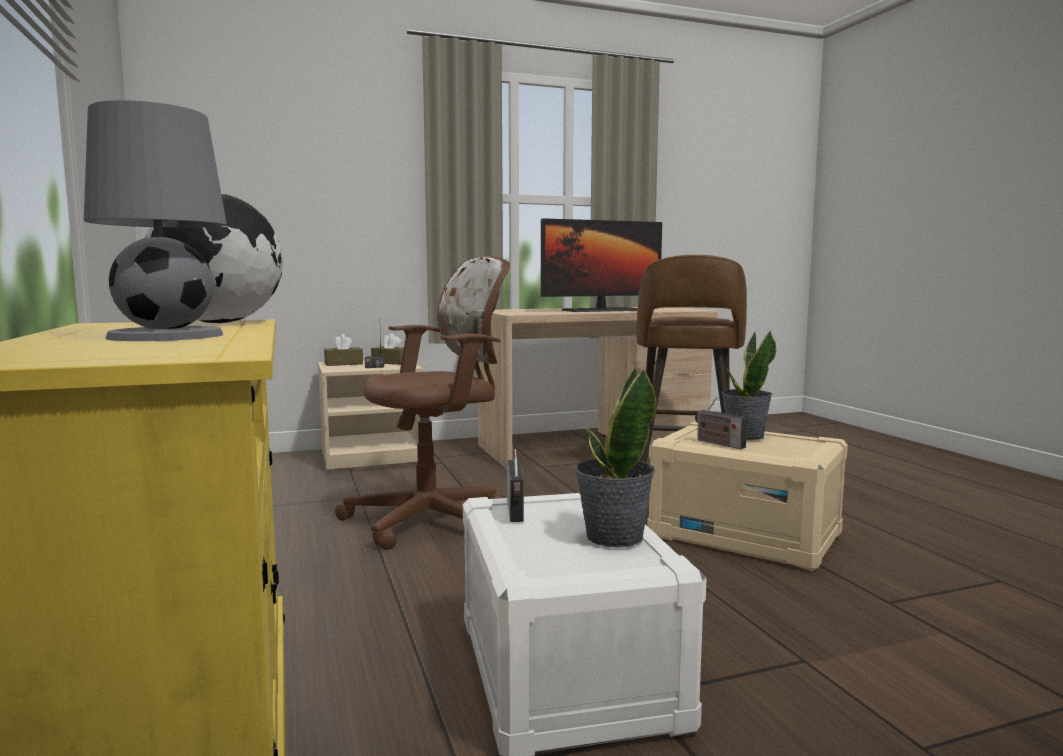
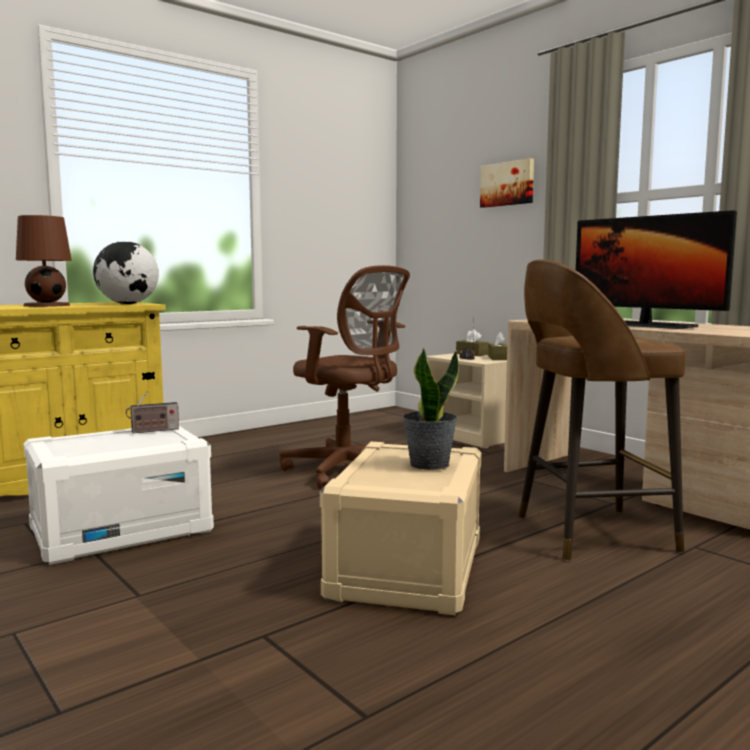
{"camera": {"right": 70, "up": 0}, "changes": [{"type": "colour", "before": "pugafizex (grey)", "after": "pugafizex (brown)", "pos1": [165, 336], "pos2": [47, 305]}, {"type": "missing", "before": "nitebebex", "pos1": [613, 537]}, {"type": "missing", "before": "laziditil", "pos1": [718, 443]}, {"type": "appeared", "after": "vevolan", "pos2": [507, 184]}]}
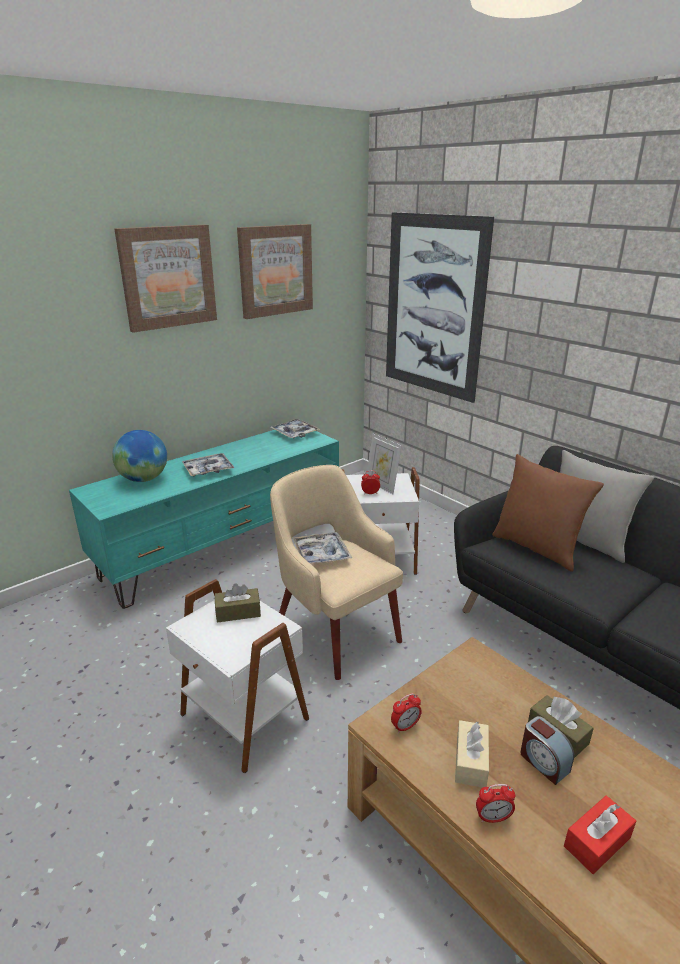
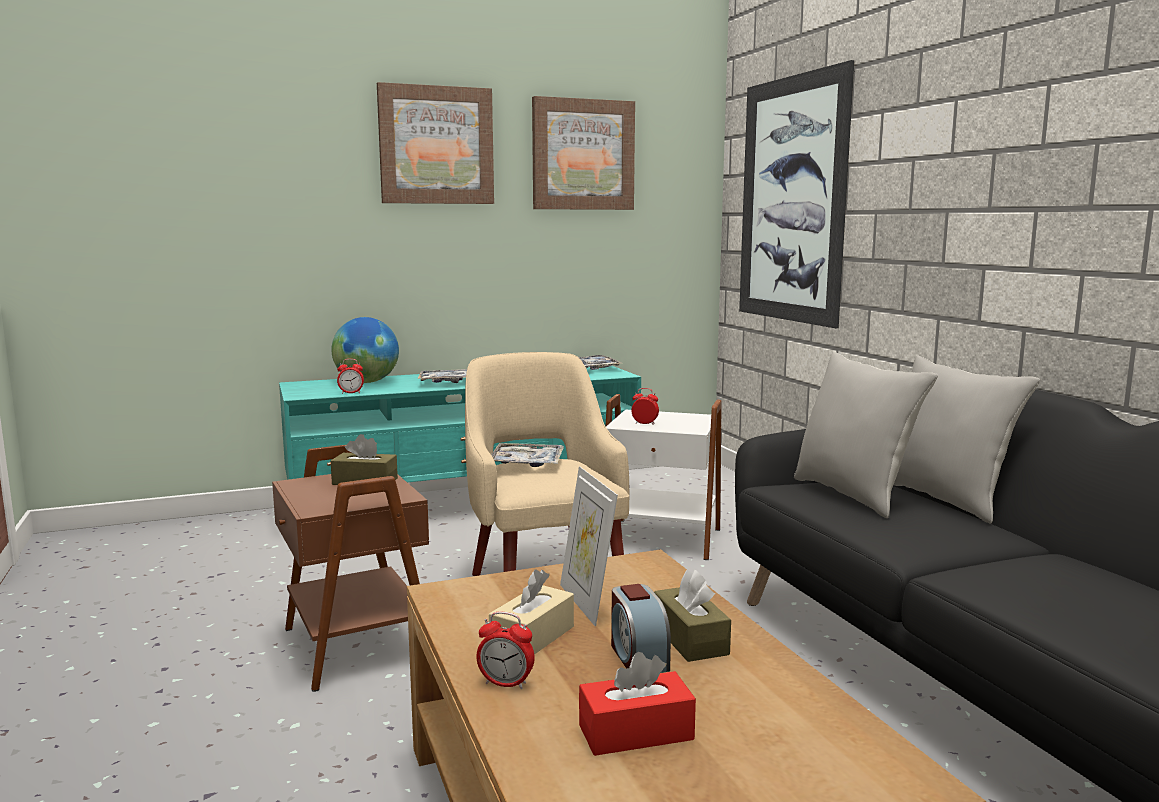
{"camera": {"right": 20, "up": -15}, "changes": [{"type": "colour", "before": "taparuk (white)", "after": "taparuk (brown)", "pos1": [242, 718], "pos2": [354, 646]}, {"type": "relocated", "before": "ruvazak", "pos1": [382, 486], "pos2": [586, 603]}, {"type": "relocated", "before": "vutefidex", "pos1": [405, 726], "pos2": [351, 393]}, {"type": "colour", "before": "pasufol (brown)", "after": "pasufol (grey)", "pos1": [537, 548], "pos2": [853, 495]}]}
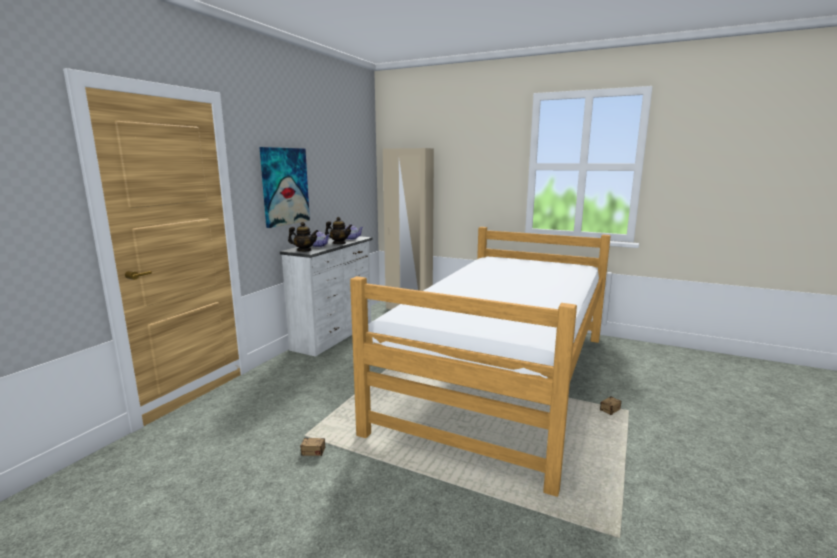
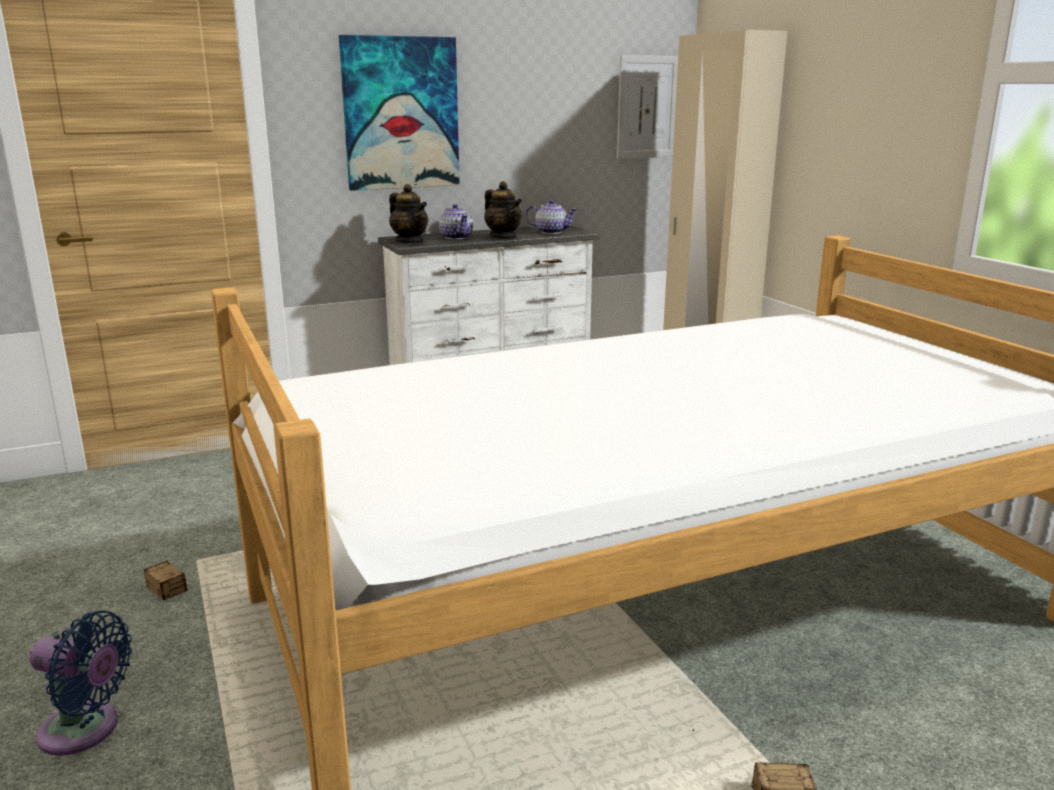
{"camera": {"right": 40, "up": 5}, "changes": [{"type": "appeared", "after": "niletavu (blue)", "pos2": [85, 731]}, {"type": "appeared", "after": "vevolan", "pos2": [647, 107]}]}
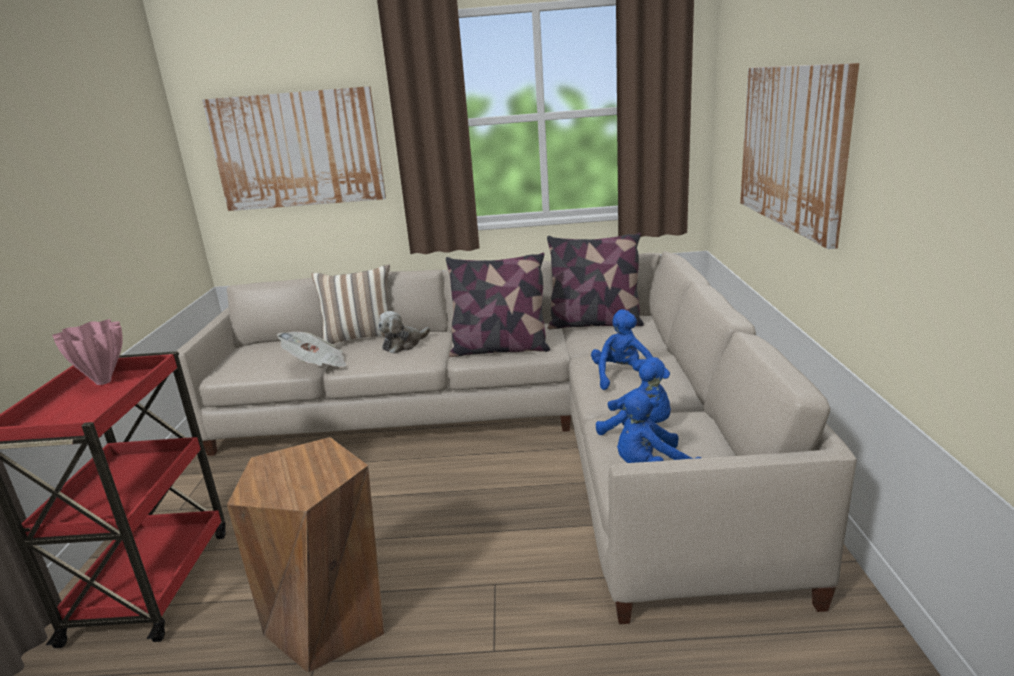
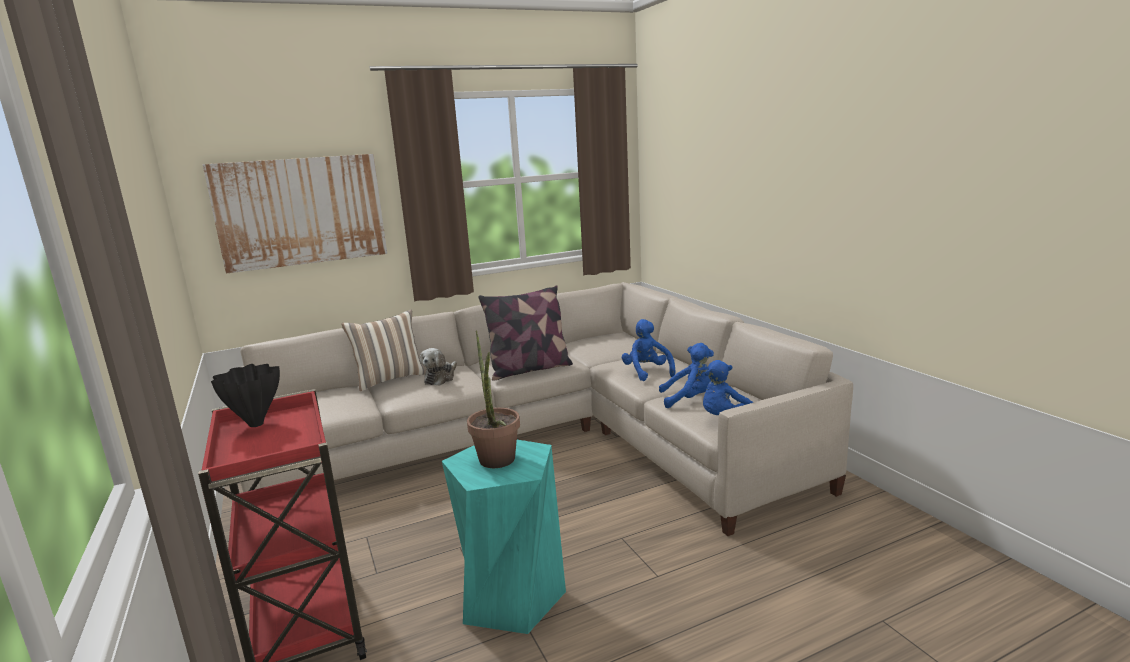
{"camera": {"right": -25, "up": -5}, "changes": [{"type": "colour", "before": "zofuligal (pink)", "after": "zofuligal (black)", "pos1": [104, 381], "pos2": [256, 424]}, {"type": "colour", "before": "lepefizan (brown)", "after": "lepefizan (turquoise)", "pos1": [330, 619], "pos2": [511, 596]}, {"type": "missing", "before": "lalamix", "pos1": [317, 365]}, {"type": "missing", "before": "pasufol", "pos1": [595, 323]}, {"type": "missing", "before": "vevolan", "pos1": [791, 147]}, {"type": "appeared", "after": "nitebebex", "pos2": [497, 463]}]}
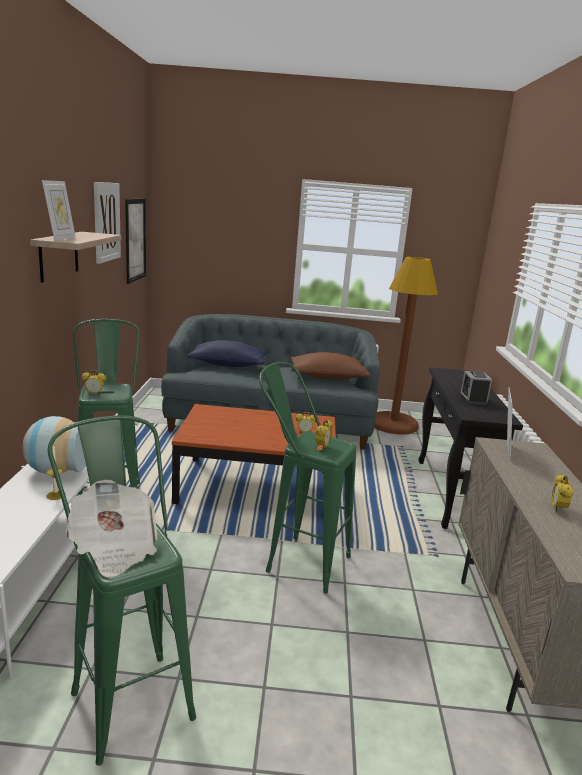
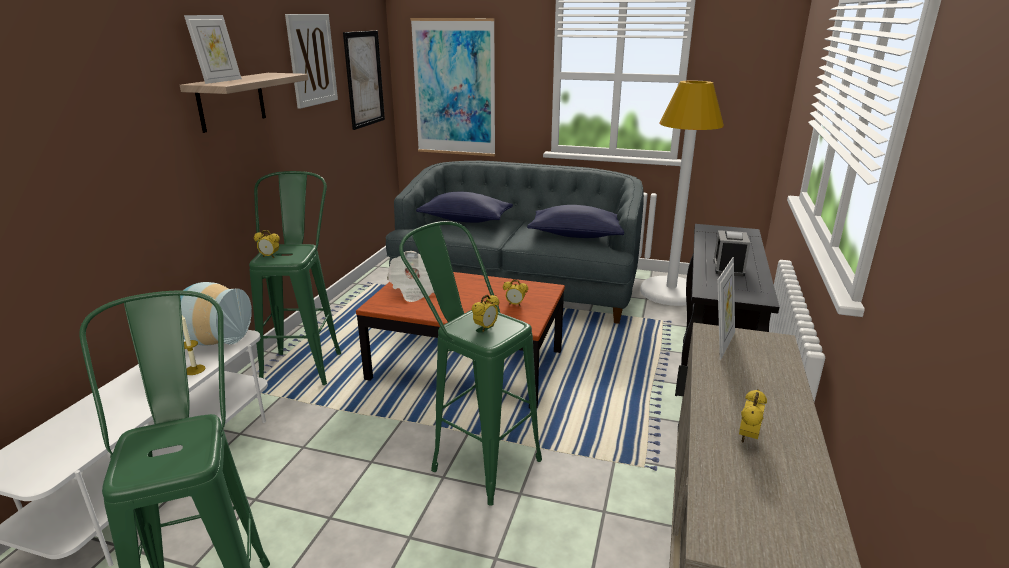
{"camera": {"right": 15, "up": 5}, "changes": [{"type": "relocated", "before": "lalamix", "pos1": [114, 547], "pos2": [414, 290]}, {"type": "colour", "before": "pasufol (brown)", "after": "pasufol (blue)", "pos1": [328, 377], "pos2": [577, 235]}, {"type": "colour", "before": "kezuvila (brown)", "after": "kezuvila (white)", "pos1": [393, 424], "pos2": [670, 292]}, {"type": "appeared", "after": "vevolan", "pos2": [454, 88]}]}
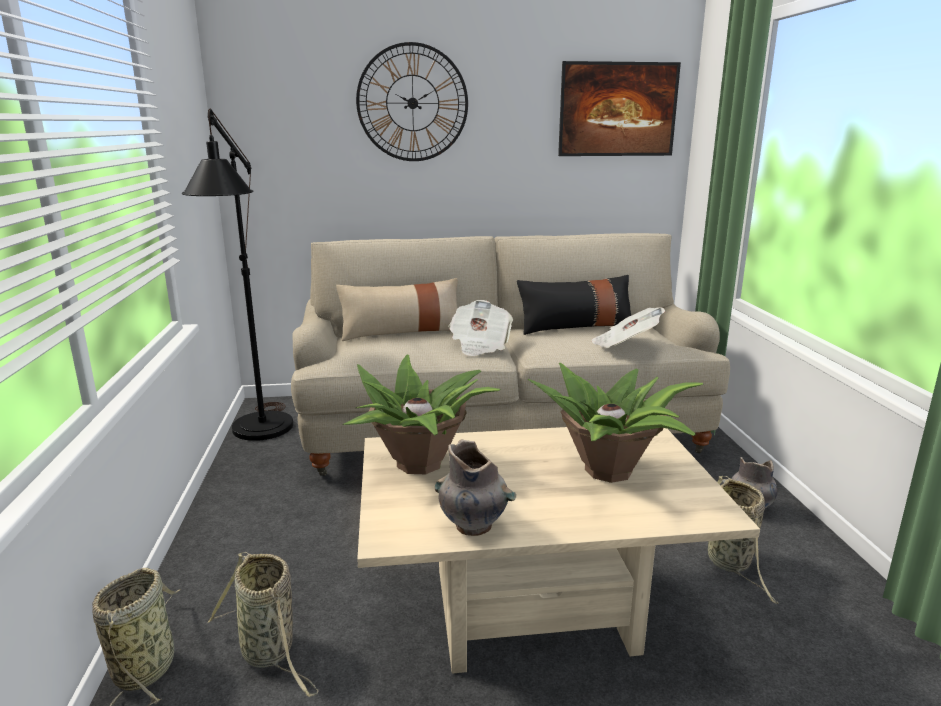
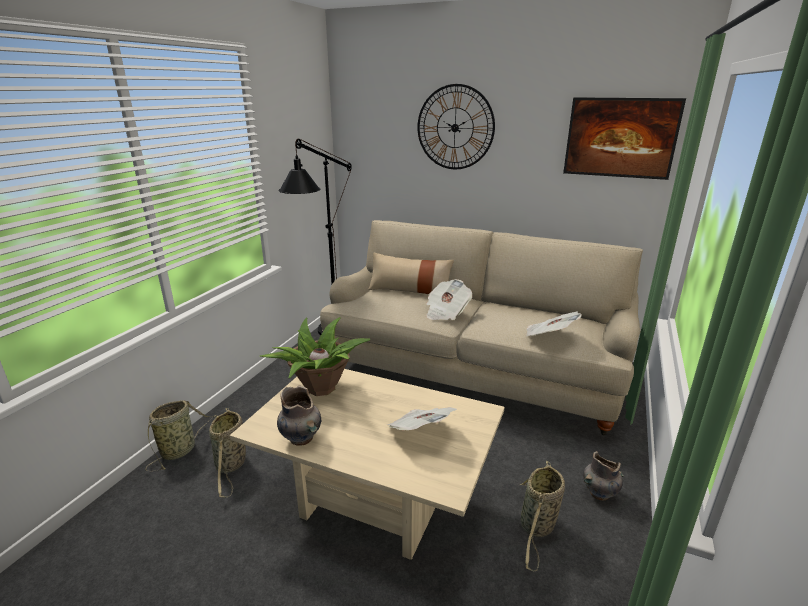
{"camera": {"right": 30, "up": 5}, "changes": [{"type": "missing", "before": "pasufol (black)", "pos1": [575, 327]}, {"type": "exchanged", "before": "nitebebex", "after": "lalamix", "pos1": [610, 471], "pos2": [420, 432]}]}
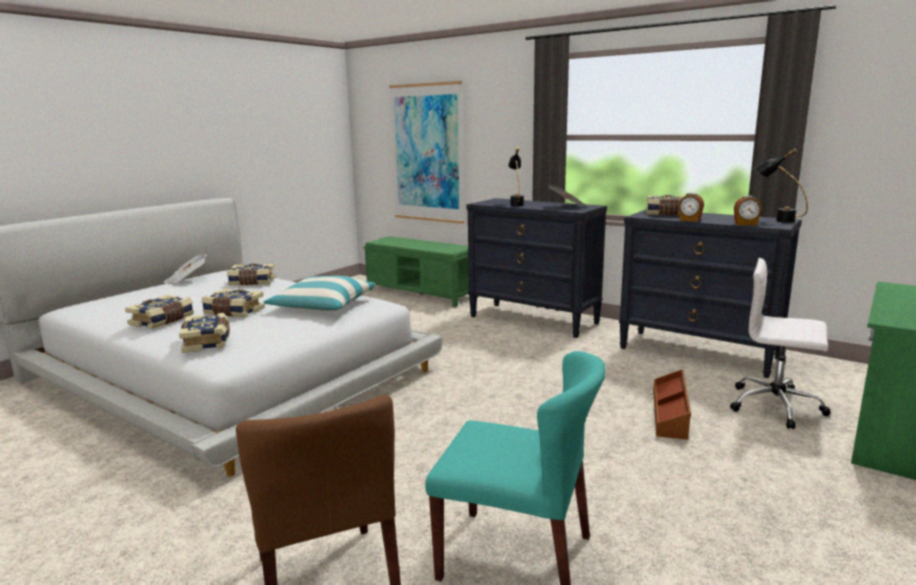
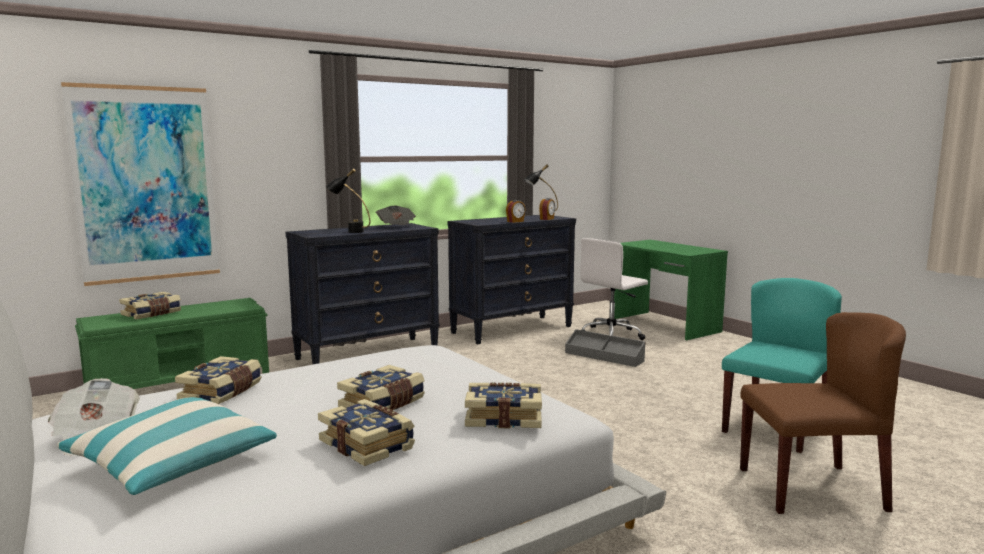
{"camera": {"right": -70, "up": -5}, "changes": [{"type": "relocated", "before": "pasufol", "pos1": [323, 305], "pos2": [173, 462]}, {"type": "relocated", "before": "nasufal", "pos1": [667, 214], "pos2": [152, 314]}, {"type": "colour", "before": "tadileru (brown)", "after": "tadileru (grey)", "pos1": [670, 413], "pos2": [604, 356]}]}
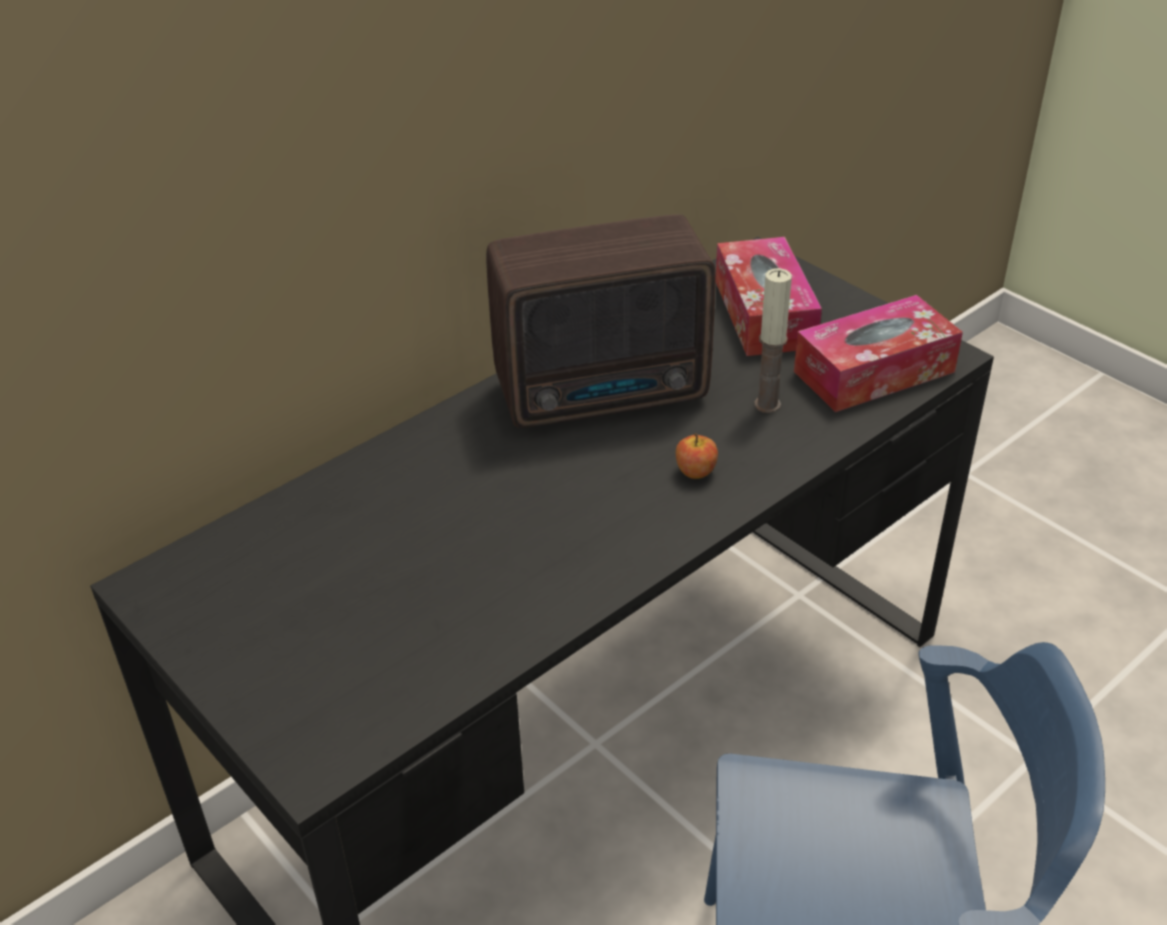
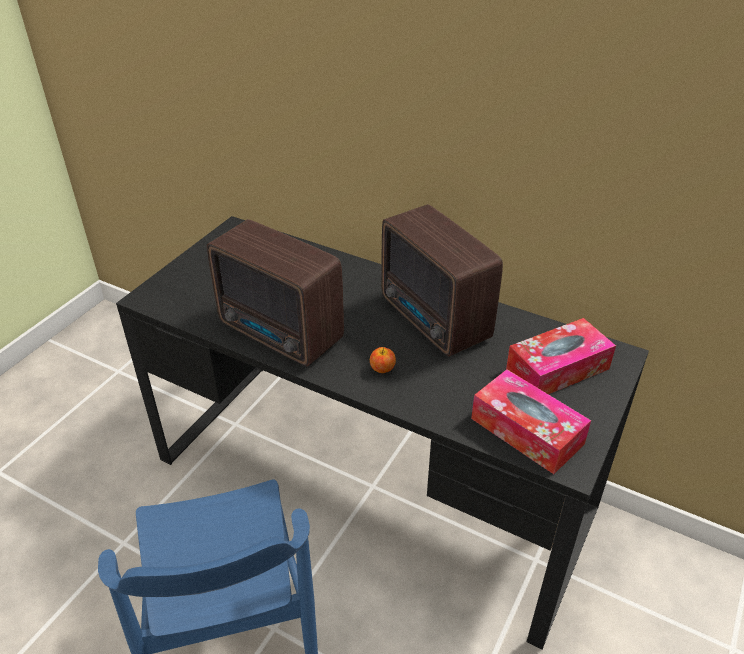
{"camera": {"right": 70, "up": 0}, "changes": [{"type": "missing", "before": "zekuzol", "pos1": [767, 404]}, {"type": "appeared", "after": "laziditil", "pos2": [281, 334]}]}
